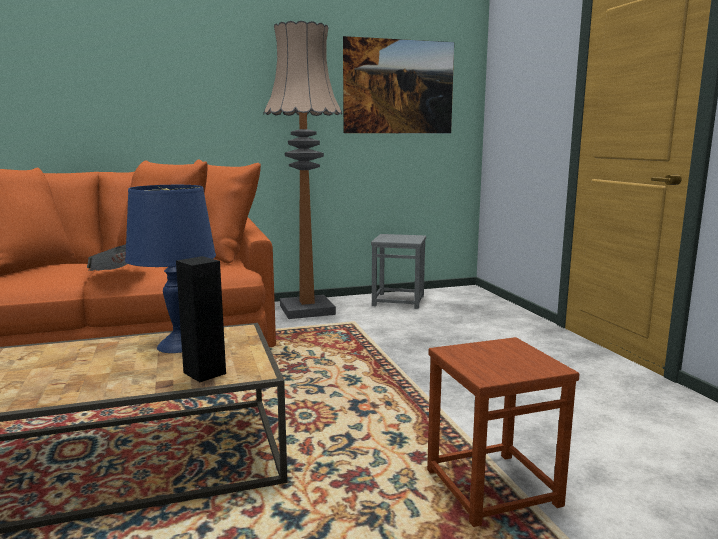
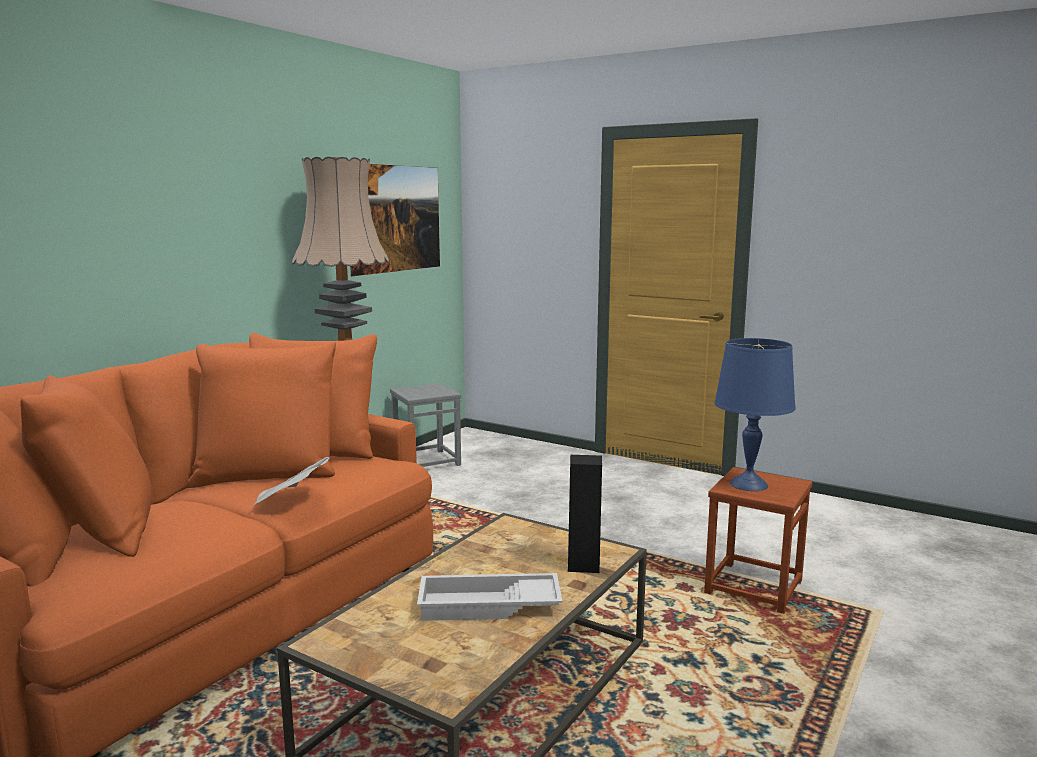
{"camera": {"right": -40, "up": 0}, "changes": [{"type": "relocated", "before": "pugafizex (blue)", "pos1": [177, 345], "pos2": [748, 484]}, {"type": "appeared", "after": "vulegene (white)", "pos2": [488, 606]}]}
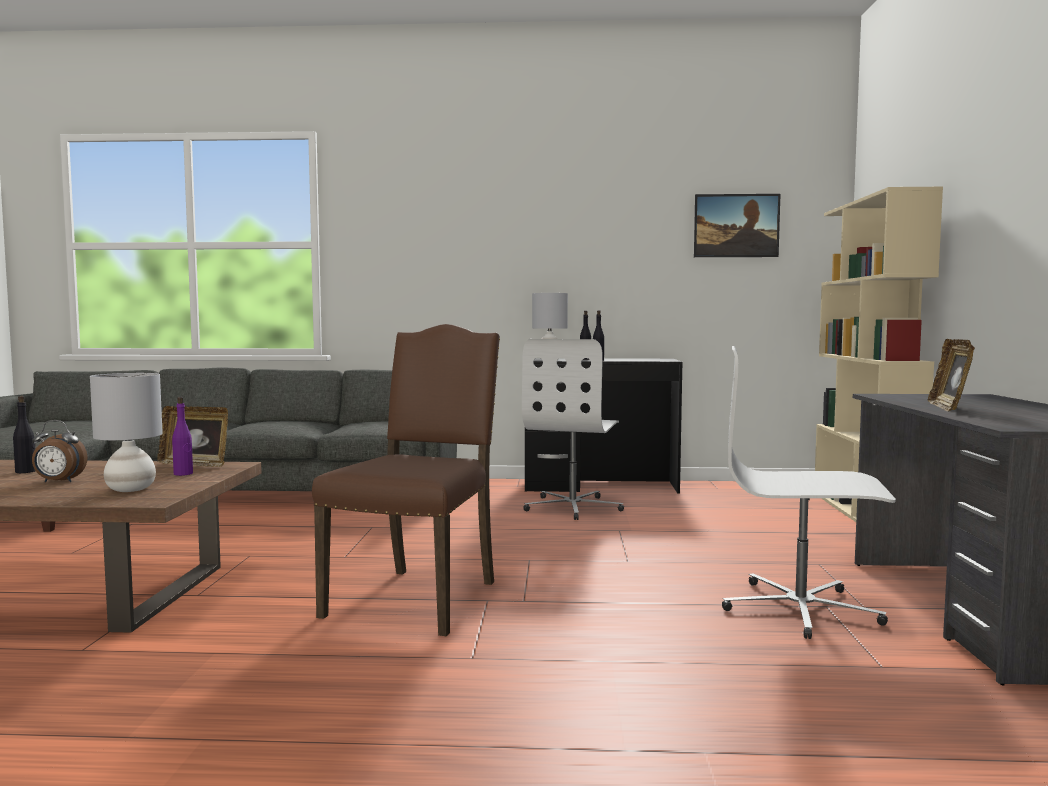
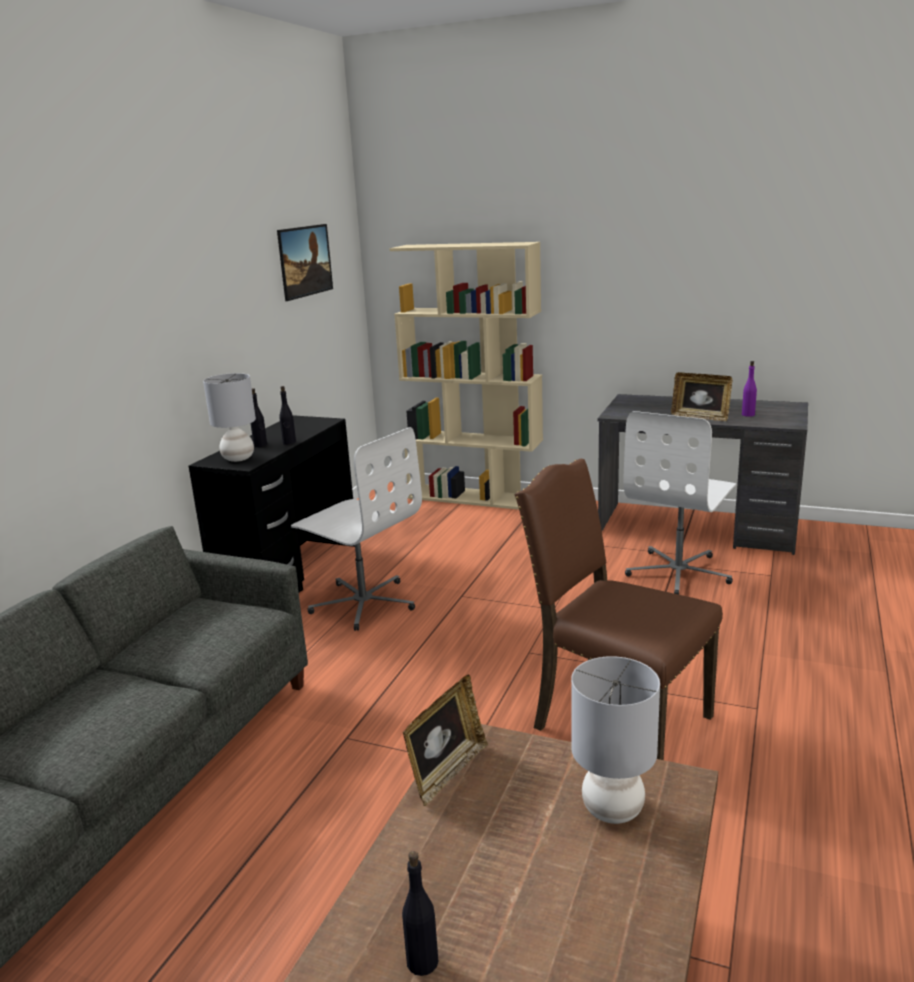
{"camera": {"right": -70, "up": 15}, "changes": [{"type": "missing", "before": "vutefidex", "pos1": [58, 481]}, {"type": "relocated", "before": "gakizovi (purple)", "pos1": [183, 474], "pos2": [748, 415]}]}
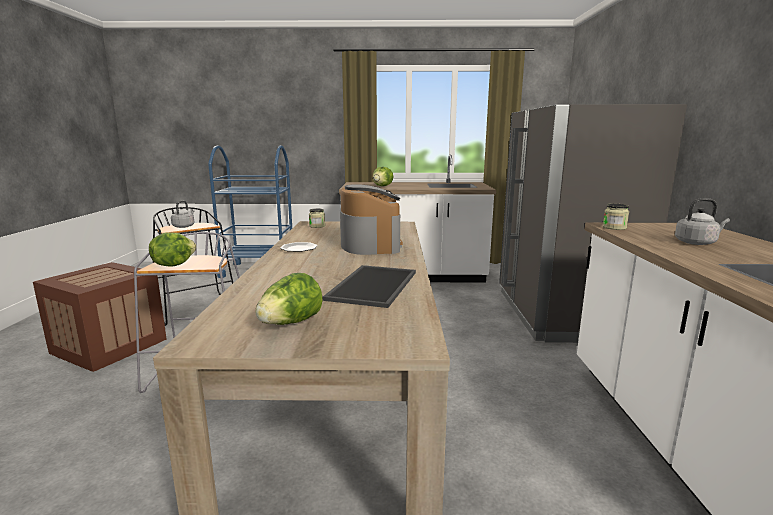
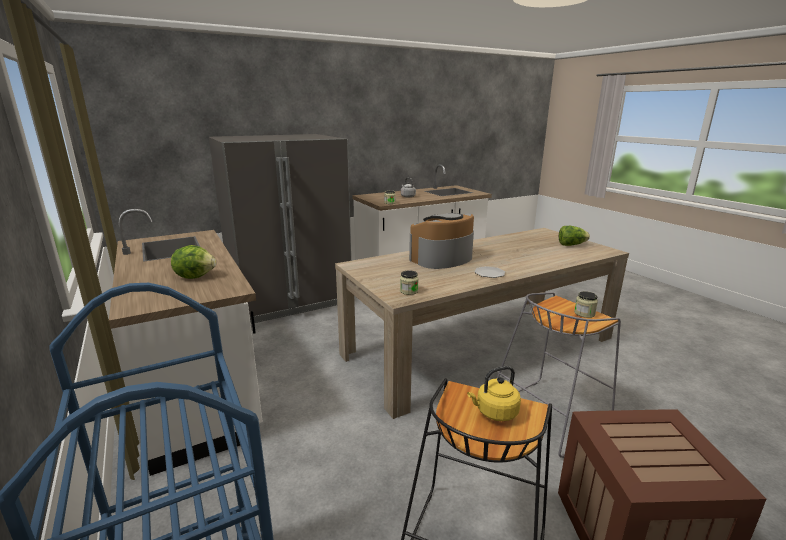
{"camera": {"right": -120, "up": 5}, "changes": [{"type": "exchanged", "before": "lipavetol", "after": "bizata", "pos1": [173, 265], "pos2": [584, 313]}, {"type": "colour", "before": "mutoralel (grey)", "after": "mutoralel (yellow)", "pos1": [184, 226], "pos2": [494, 412]}, {"type": "missing", "before": "vulegene", "pos1": [372, 285]}]}
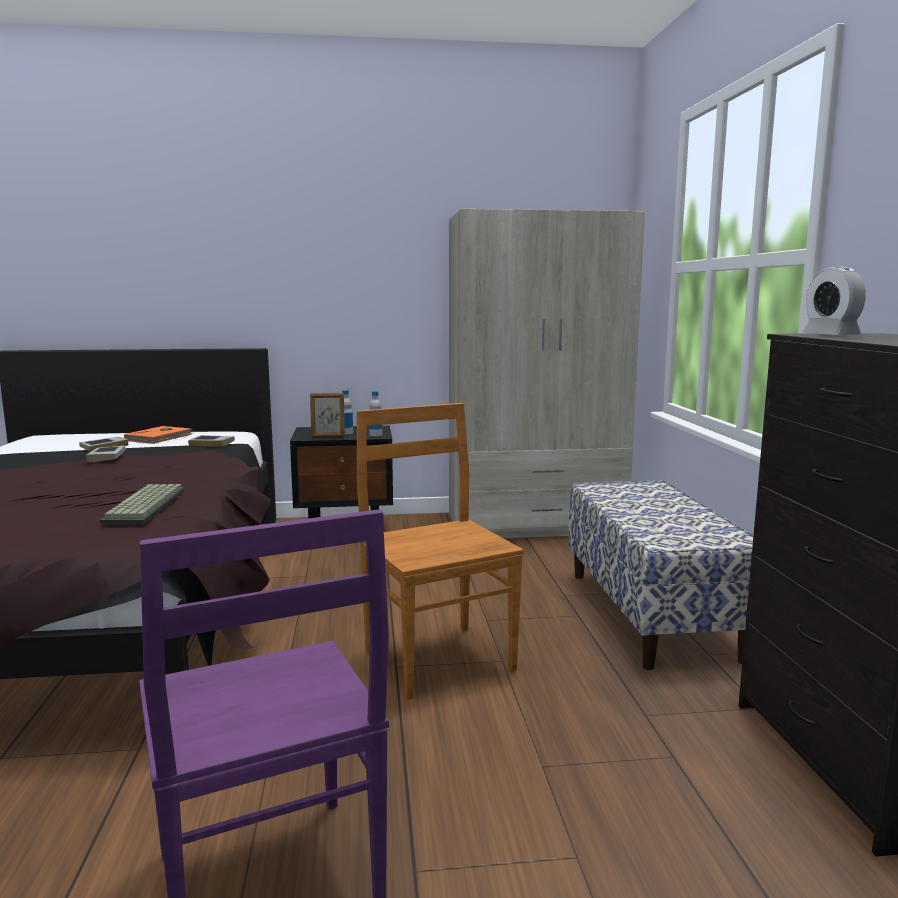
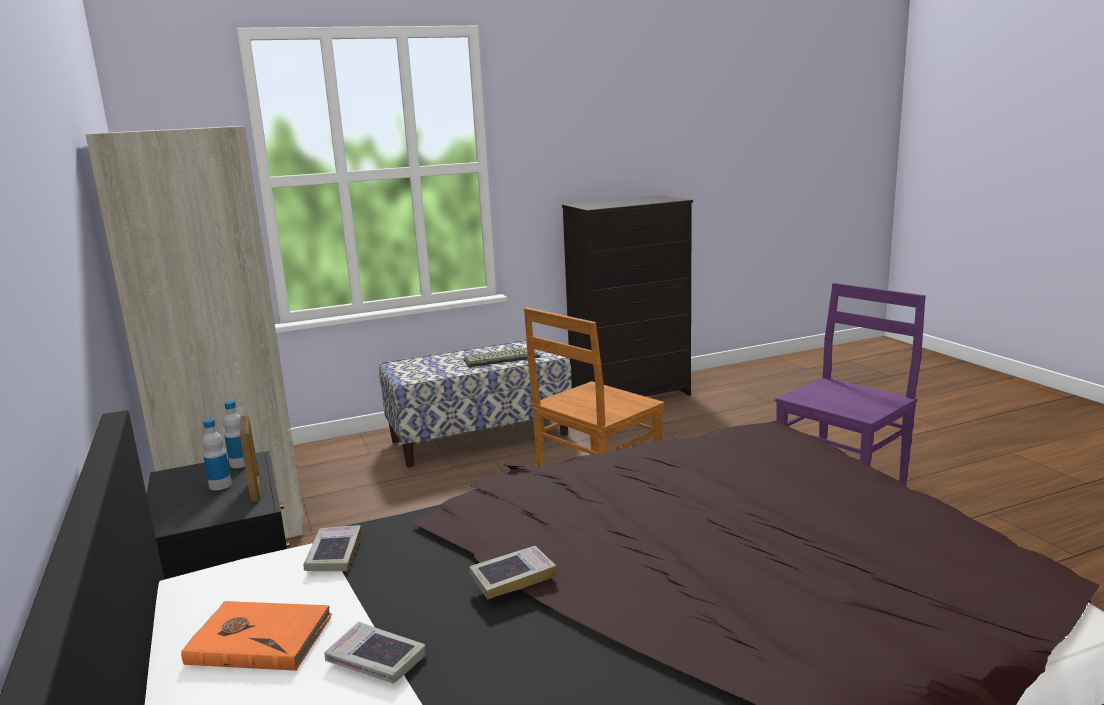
{"camera": {"right": -105, "up": 5}, "changes": [{"type": "relocated", "before": "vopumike", "pos1": [147, 506], "pos2": [502, 358]}, {"type": "missing", "before": "vutefidex", "pos1": [830, 336]}]}
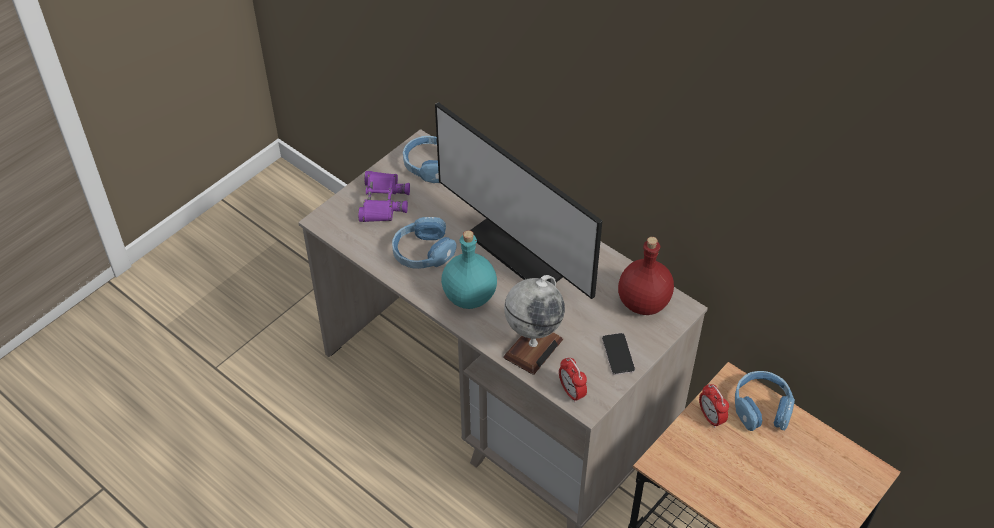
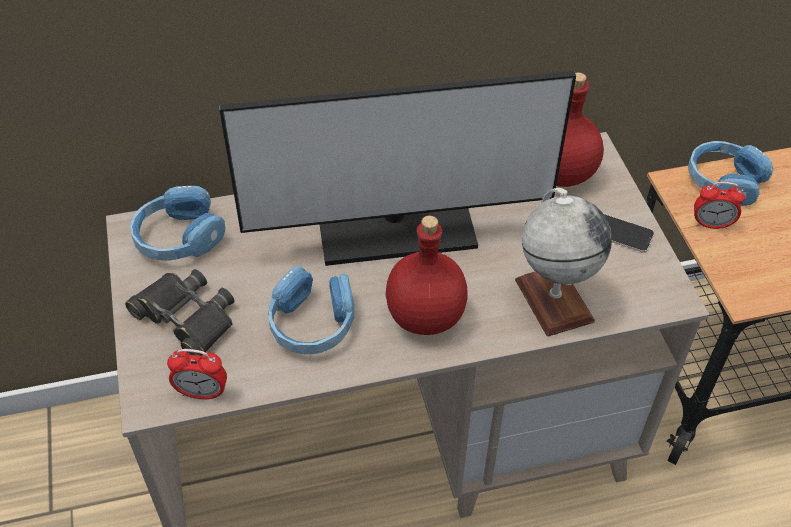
{"camera": {"right": -55, "up": 0}, "changes": [{"type": "colour", "before": "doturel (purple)", "after": "doturel (black)", "pos1": [383, 201], "pos2": [186, 318]}, {"type": "colour", "before": "gakizovi (turquoise)", "after": "gakizovi (red)", "pos1": [470, 296], "pos2": [425, 315]}, {"type": "relocated", "before": "vutefidex", "pos1": [571, 392], "pos2": [202, 393]}]}
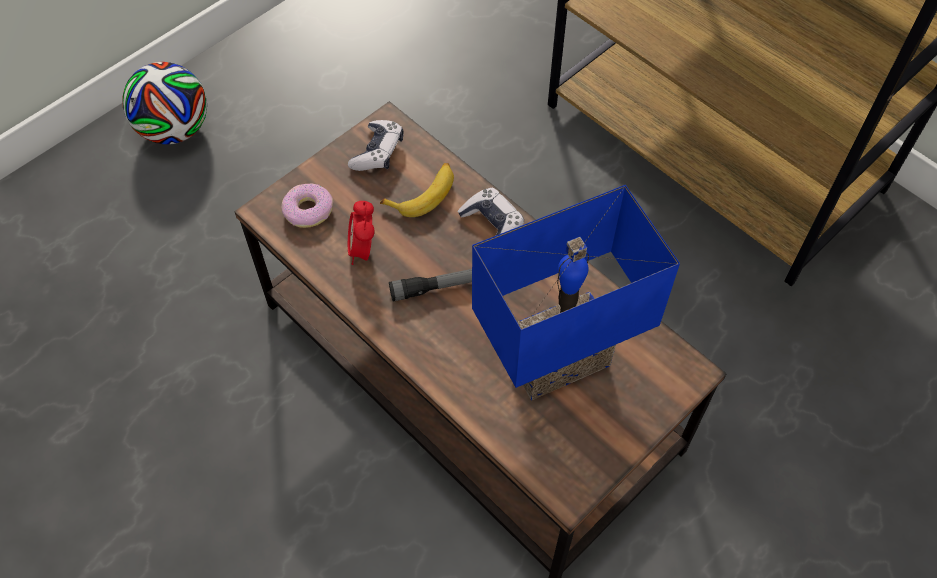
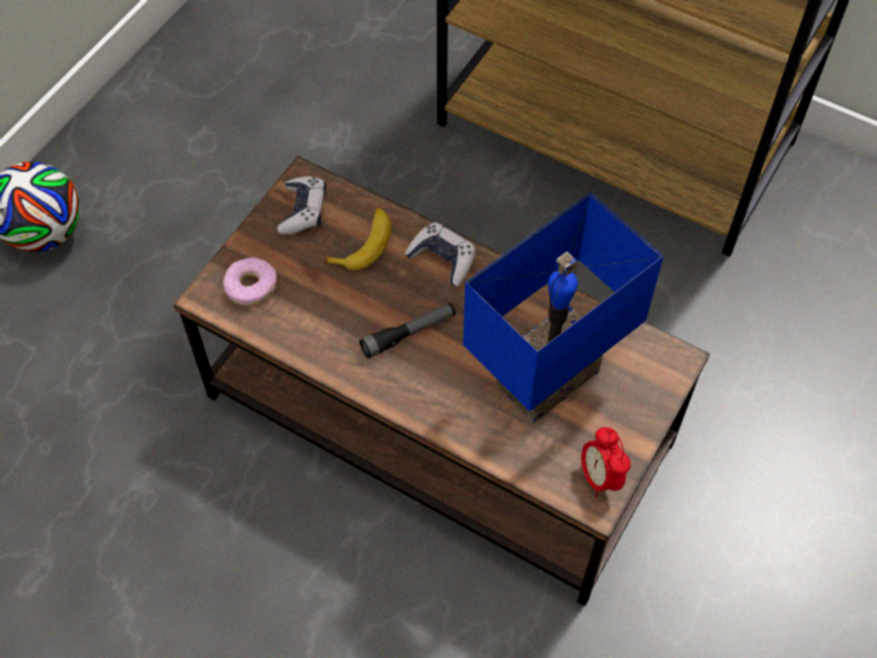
{"camera": {"right": -15, "up": 0}, "changes": [{"type": "relocated", "before": "vutefidex", "pos1": [363, 250], "pos2": [600, 477]}]}
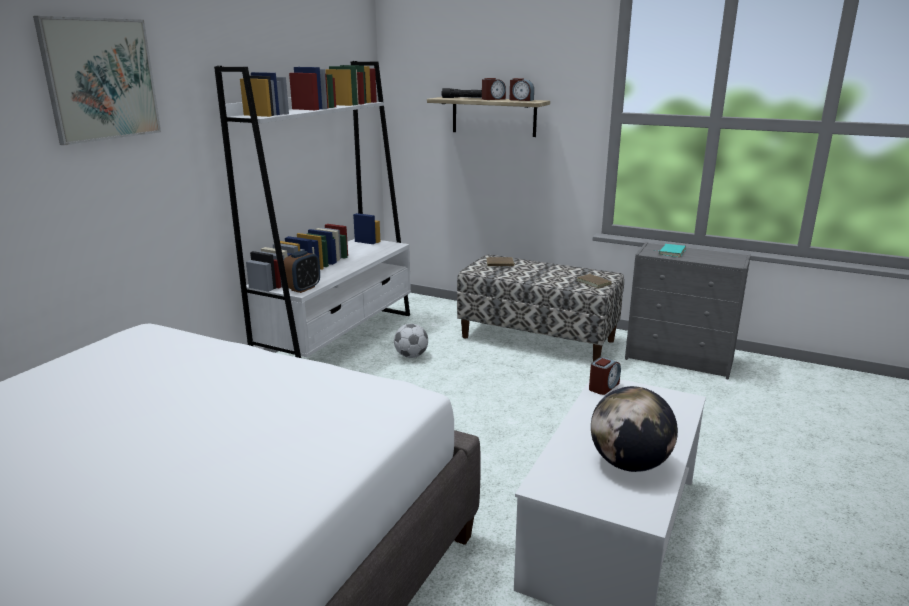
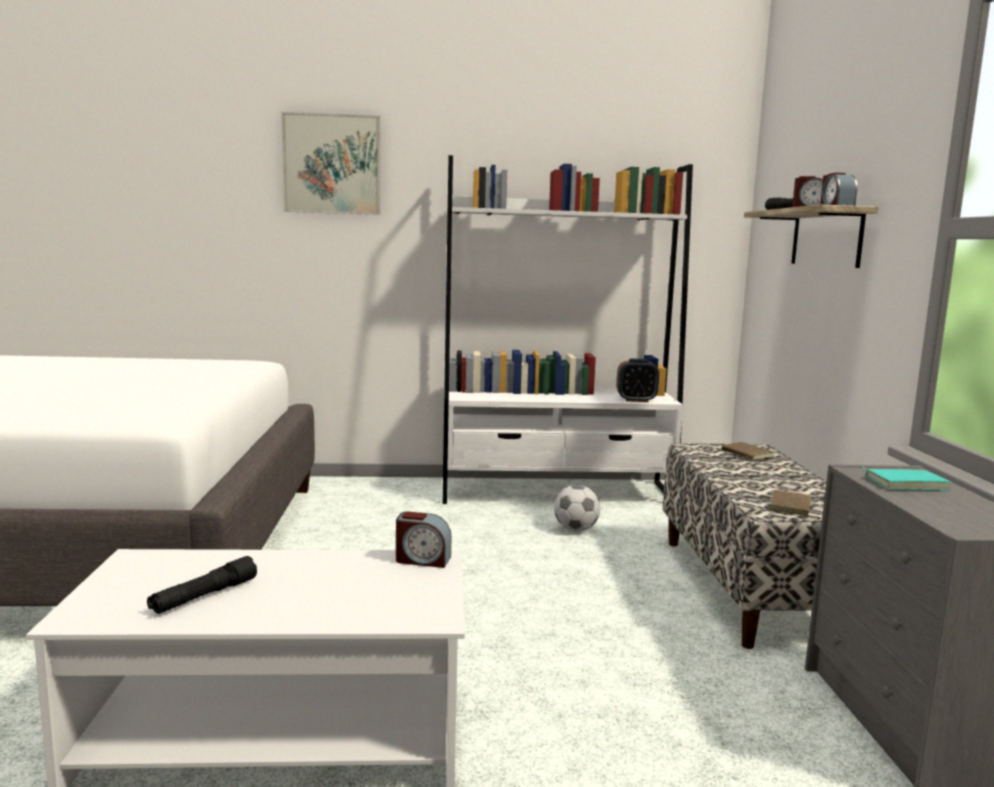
{"camera": {"right": 60, "up": -10}, "changes": [{"type": "relocated", "before": "vutefidex", "pos1": [303, 288], "pos2": [636, 400]}, {"type": "exchanged", "before": "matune", "after": "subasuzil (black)", "pos1": [629, 464], "pos2": [204, 596]}]}
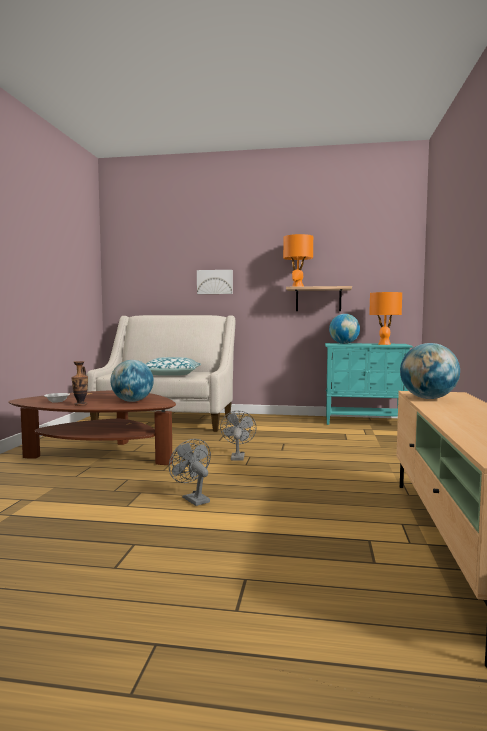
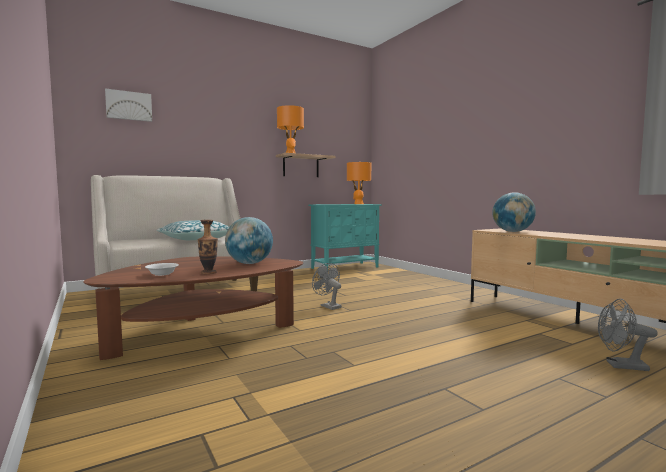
{"camera": {"right": -40, "up": 0}, "changes": [{"type": "relocated", "before": "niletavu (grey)", "pos1": [193, 499], "pos2": [621, 366]}, {"type": "relocated", "before": "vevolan", "pos1": [215, 282], "pos2": [129, 106]}, {"type": "missing", "before": "matune", "pos1": [344, 343]}]}
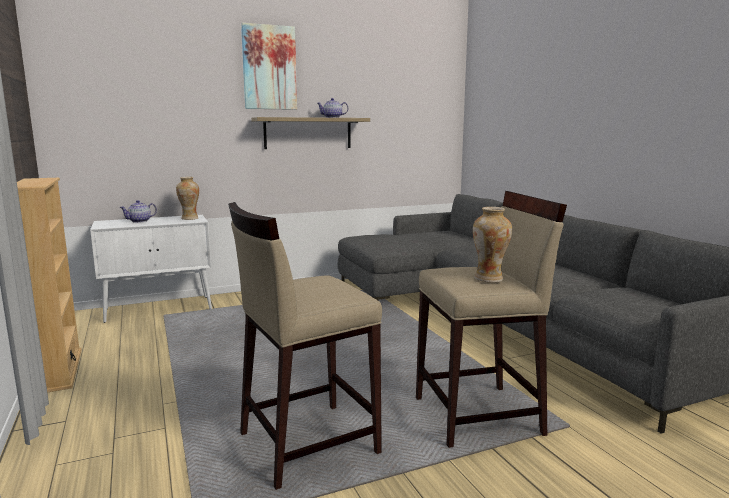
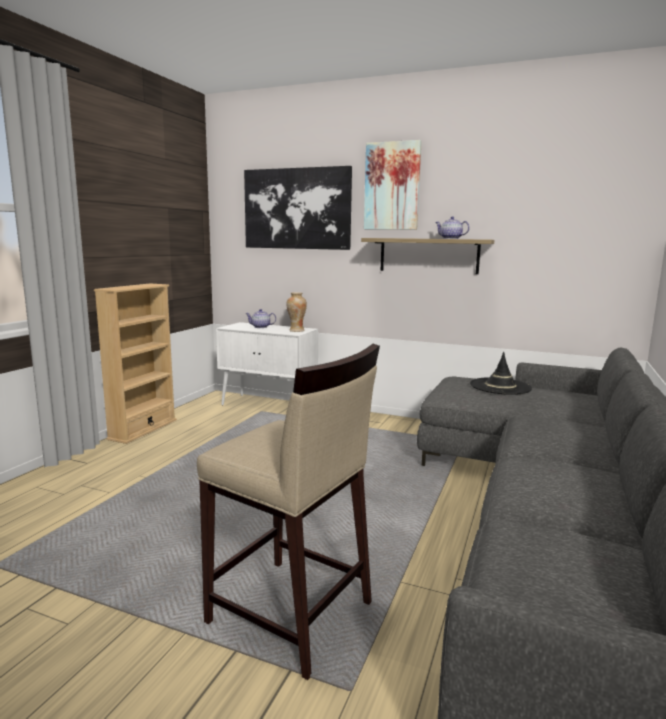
{"camera": {"right": 45, "up": 0}, "changes": [{"type": "missing", "before": "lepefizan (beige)", "pos1": [306, 443]}, {"type": "missing", "before": "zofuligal", "pos1": [489, 279]}, {"type": "appeared", "after": "vevolan", "pos2": [297, 209]}, {"type": "appeared", "after": "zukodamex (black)", "pos2": [500, 386]}]}
